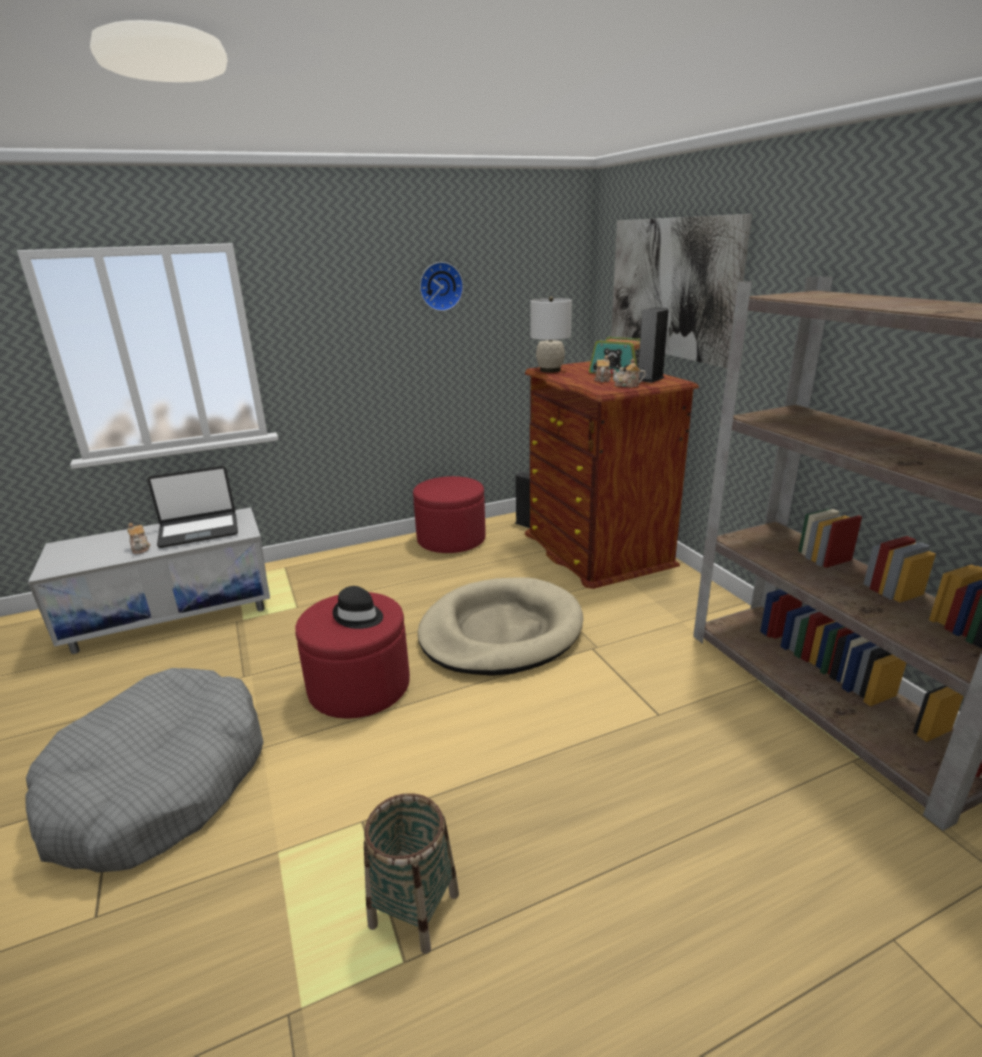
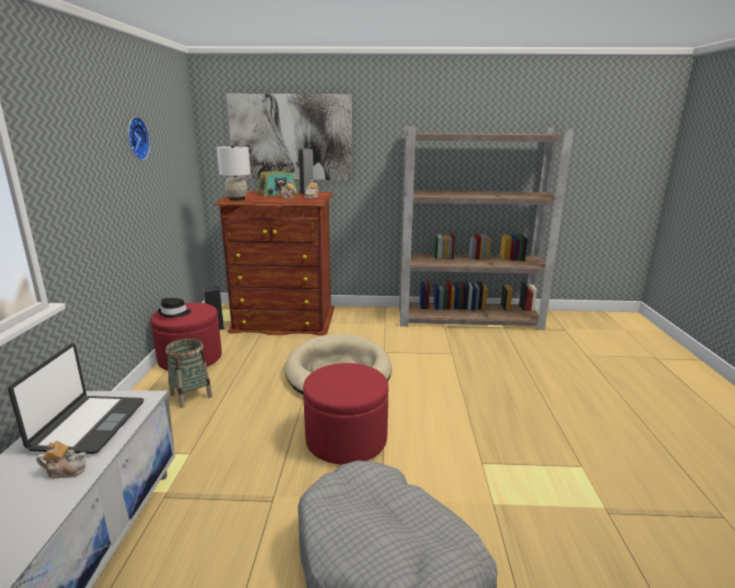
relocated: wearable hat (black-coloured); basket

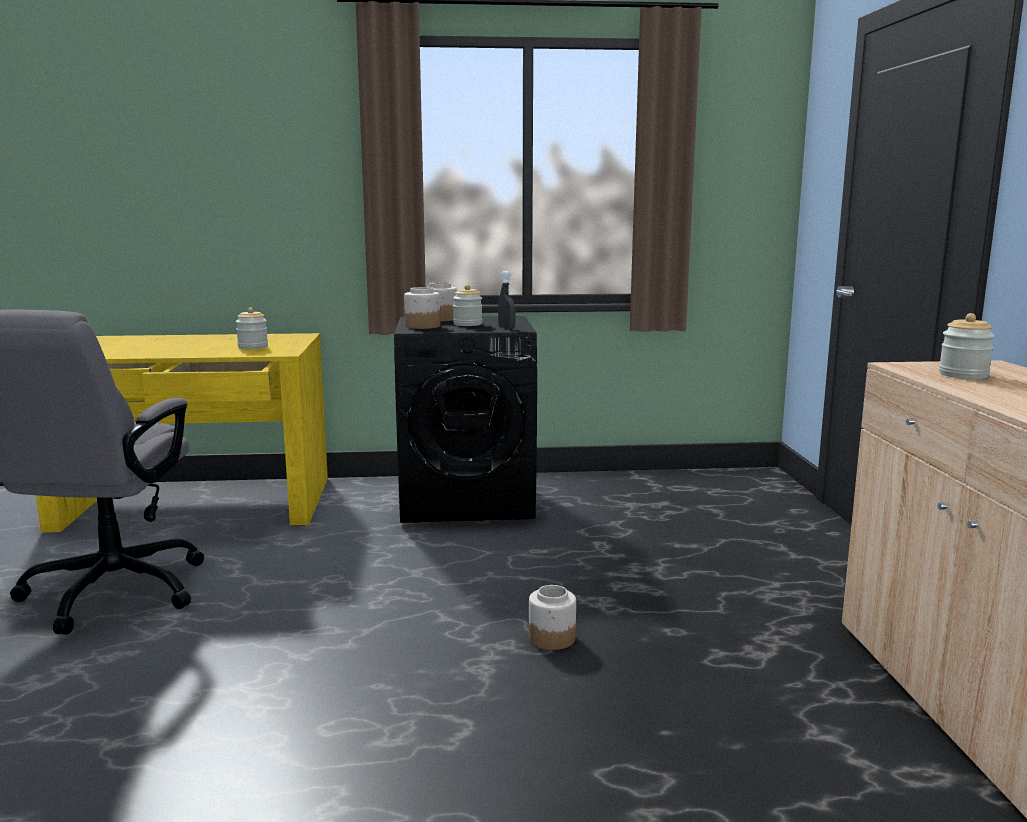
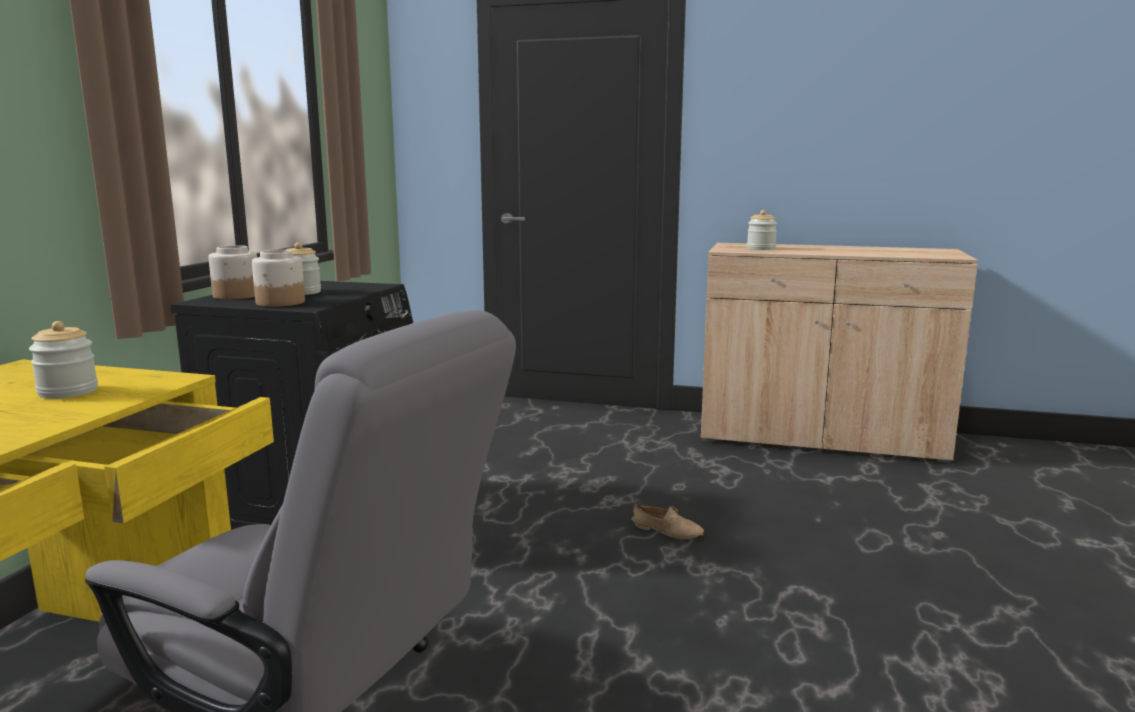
missing: hand sprayer (greyish)
exchanged: preserve jar (no. 5 from left) to shoe (beige)

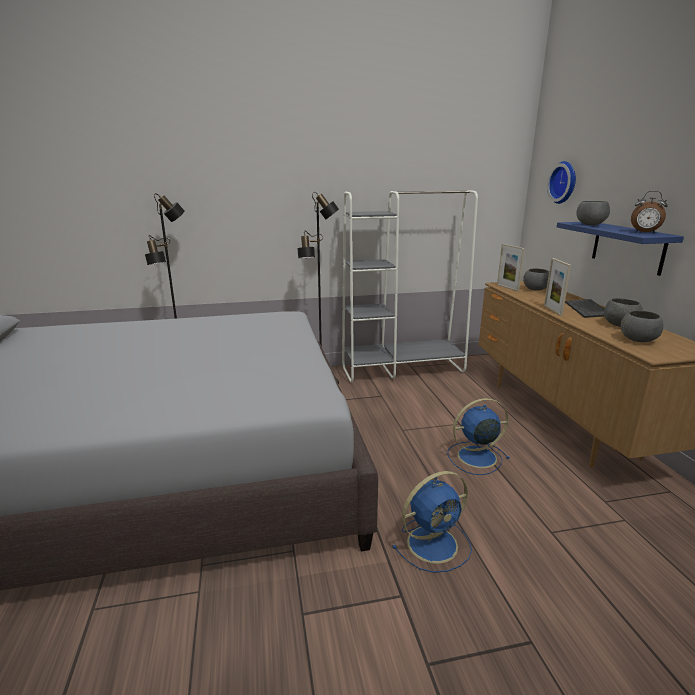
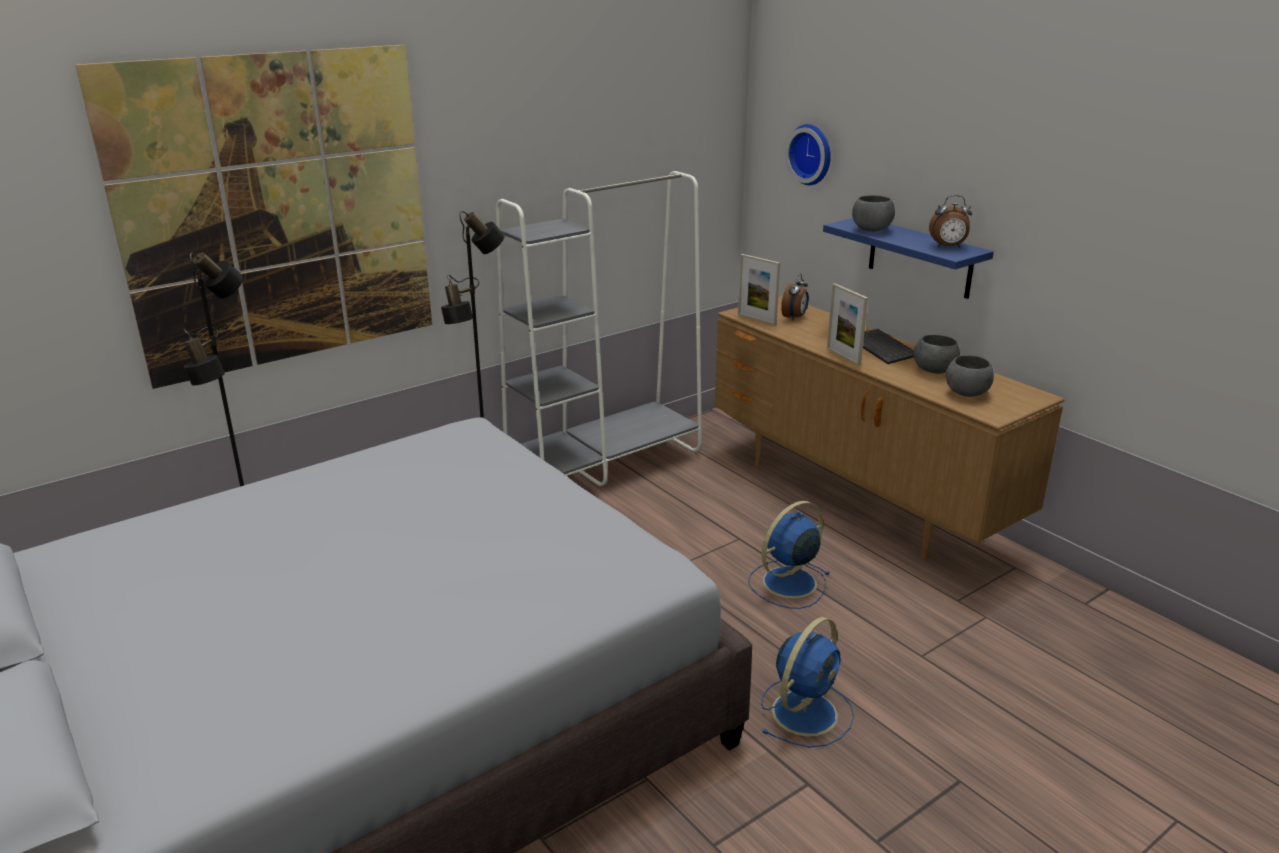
appeared: wall art
exchanged: serving bowl (greyish) (no. 1 from left) to table clock (no. 1 from left)

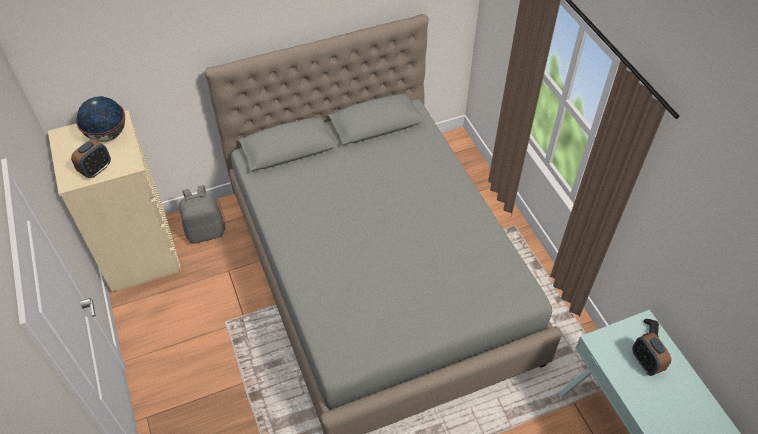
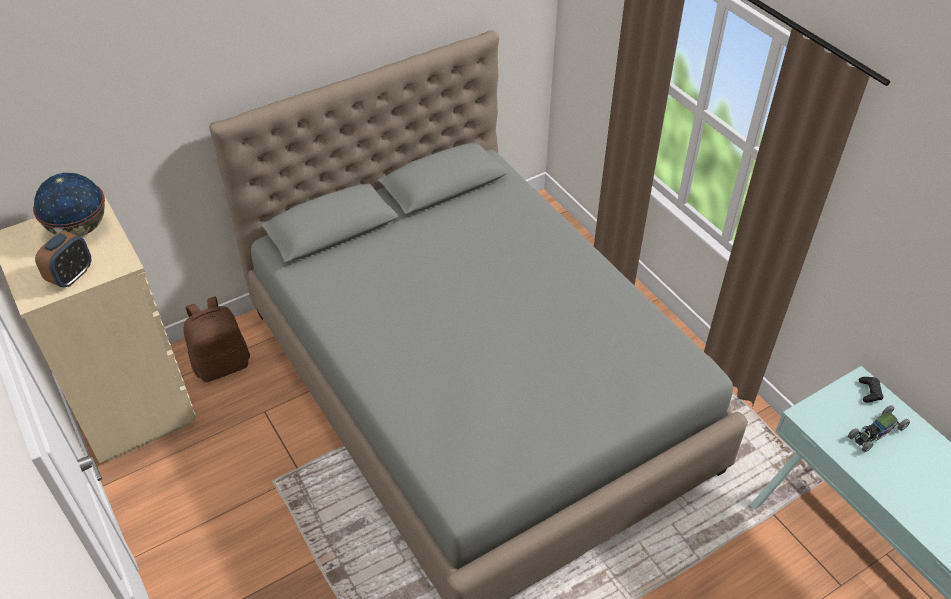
exchanged: table clock (no. 2 from left) to model car
colour: backpack (greyish) to backpack (brown-coloured)

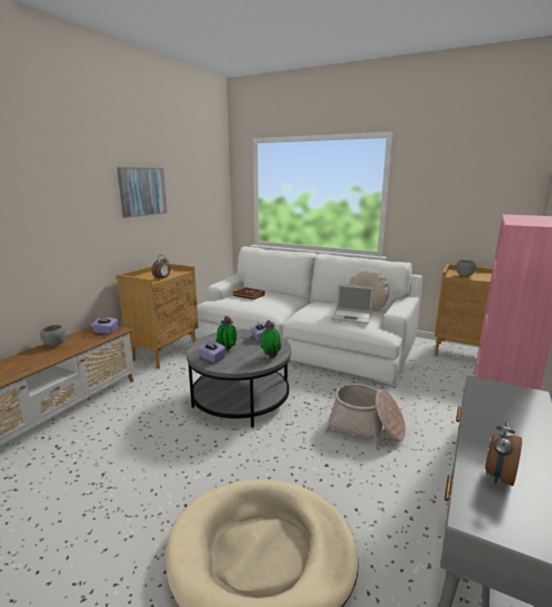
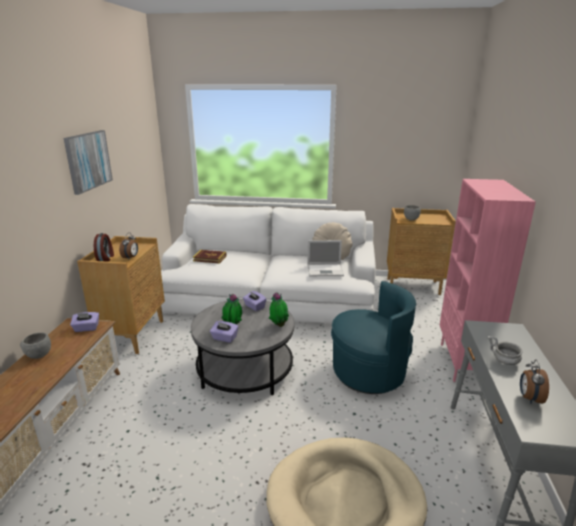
appeared: table clock (no. 1 from left); serving bowl (greyish) (no. 3 from left)
exchanged: basket to lounge chair (turquoise)

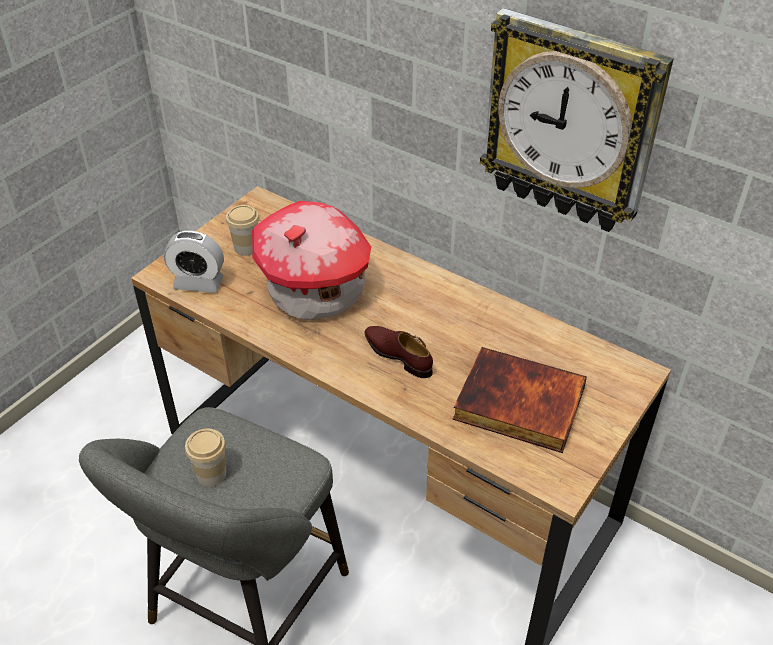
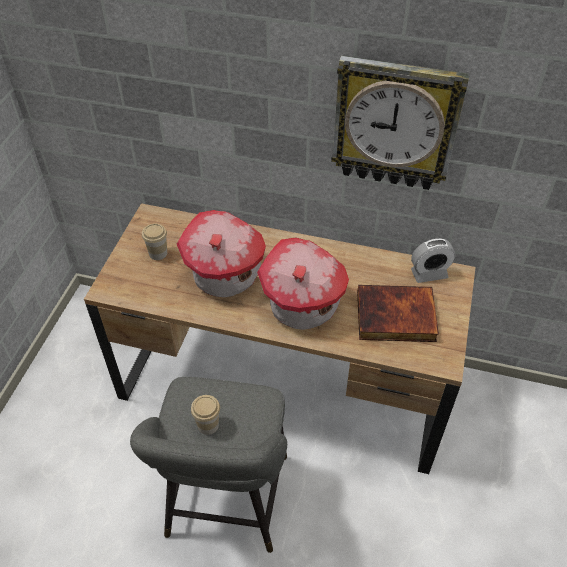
relocated: table clock
exchanged: shoe (brown-coloured) to toy house (no. 2 from left)

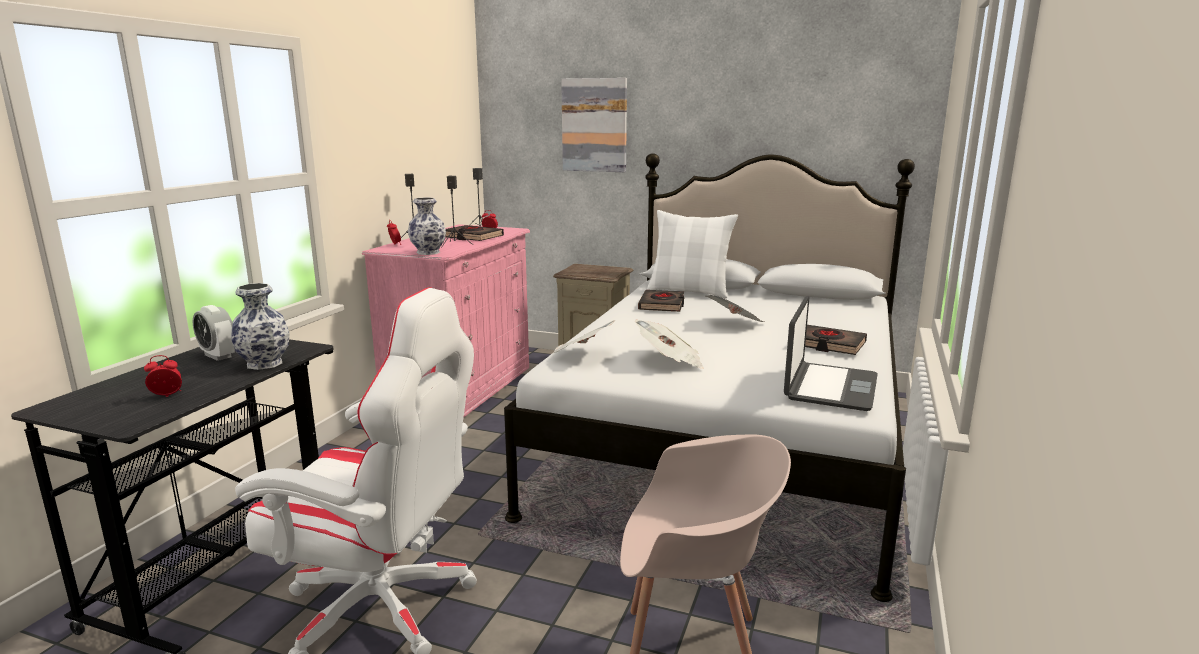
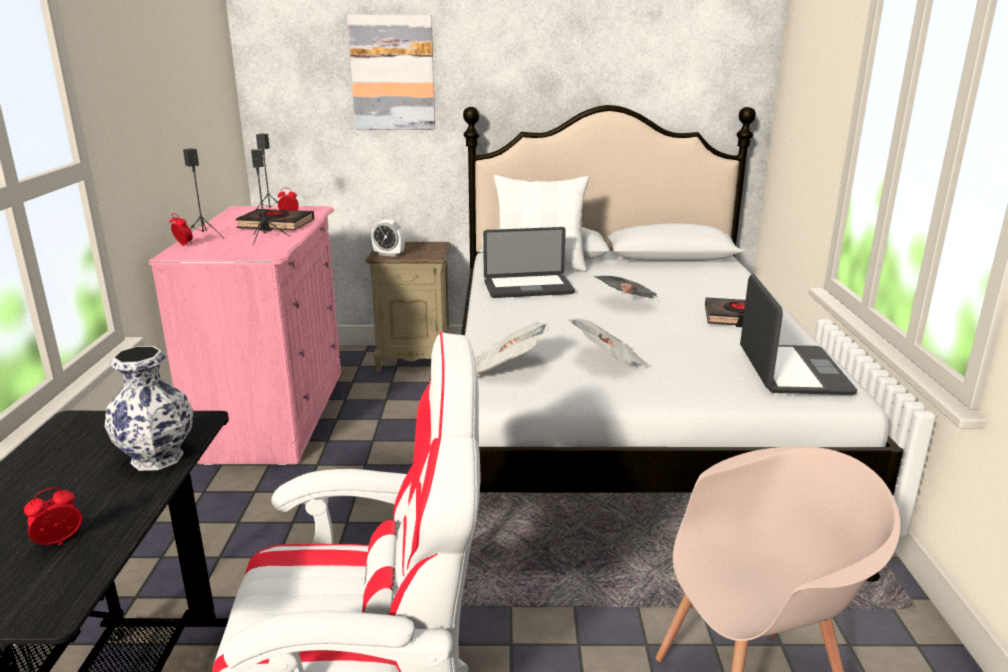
missing: vase (no. 2 from left)
relocated: table clock (no. 2 from left in the first image) to table clock (no. 4 from left)
exchanged: bound book (black-coloured) (no. 2 from left) to notebook computer (no. 1 from left)

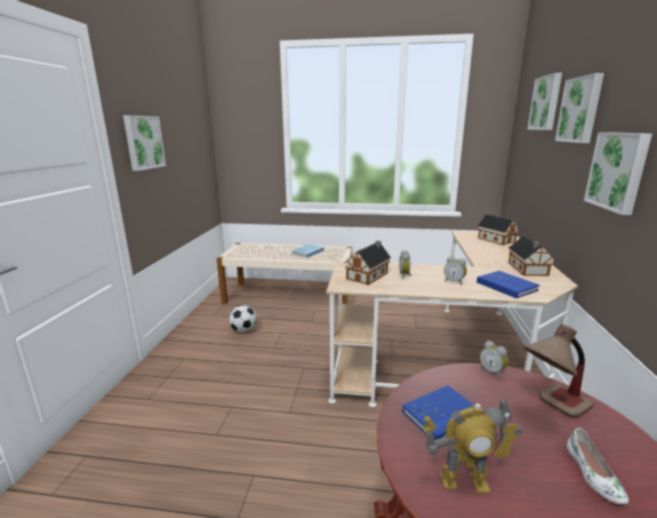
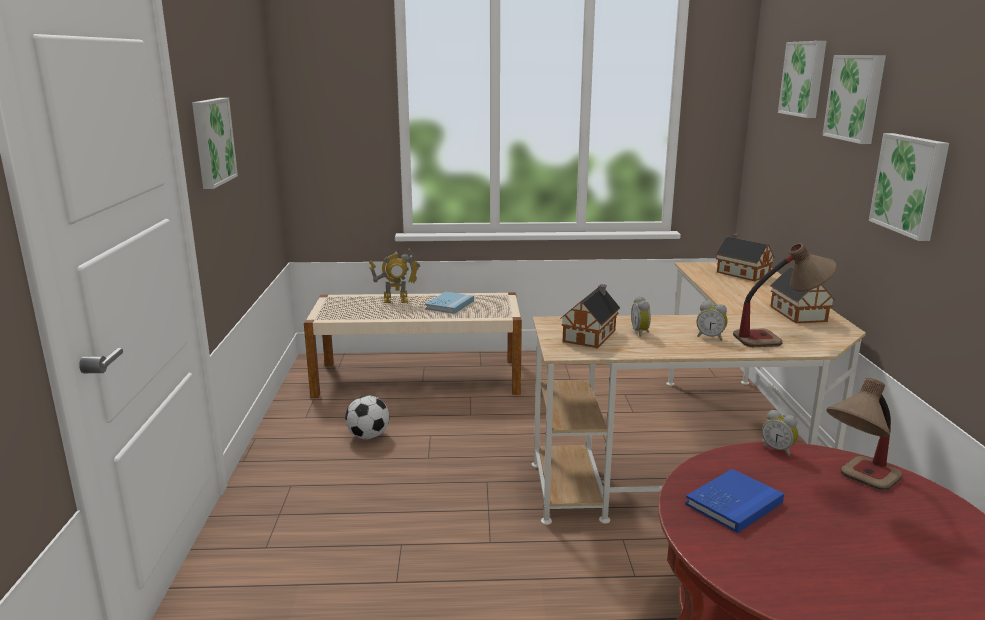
missing: shoe (white-coloured)
relocated: toy robot
exchanged: bound book (bluish) (no. 3 from left) to lamp for a table (no. 1 from left)

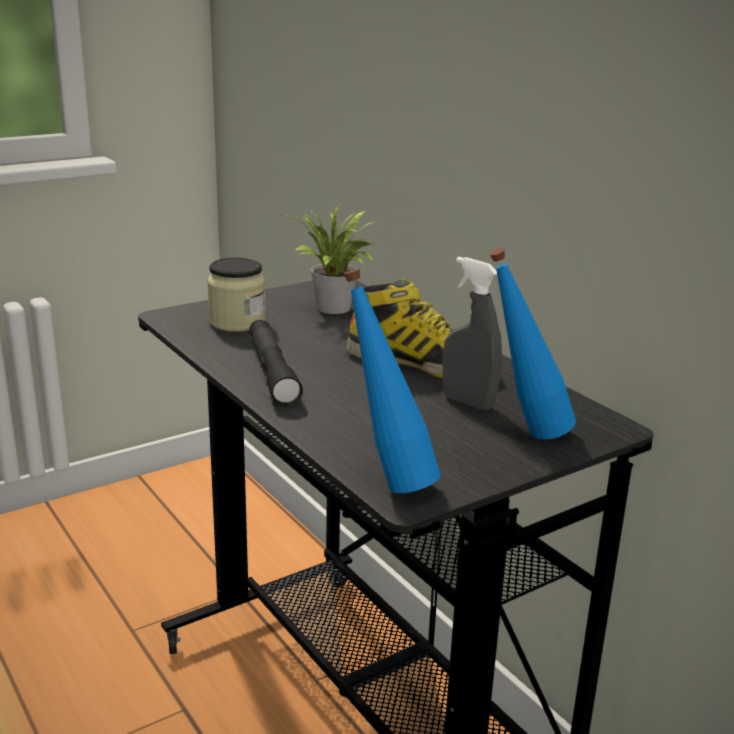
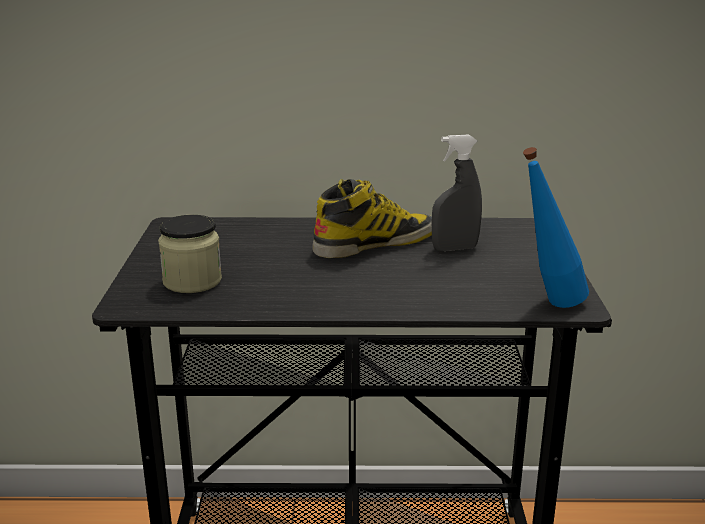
missing: flashlight (black-coloured); potted plant; drink bottle (bluish) (no. 2 from left)

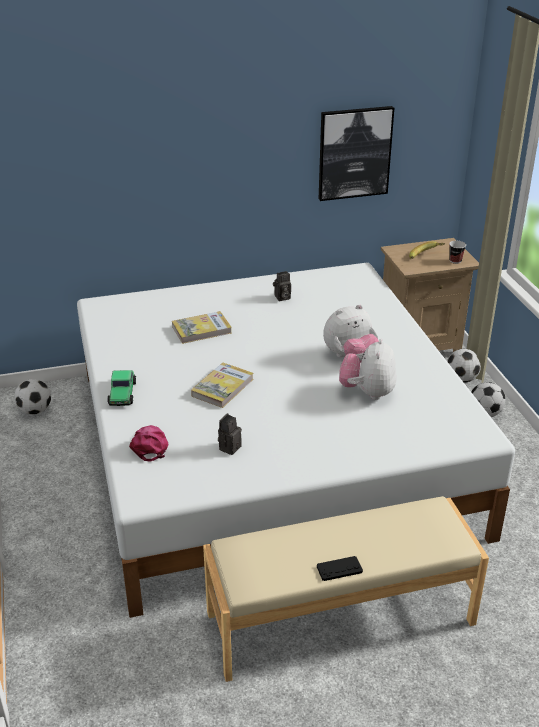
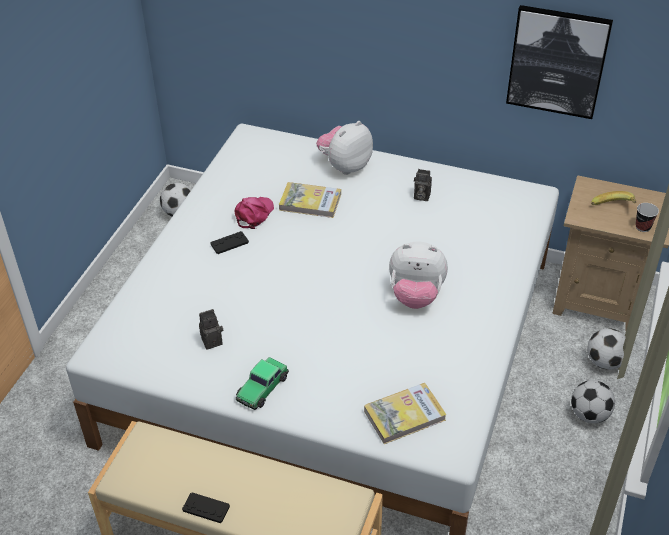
appeared: joypad (black-coloured) (no. 2 from left)
relocated: model car; baseball cap (pink); bound book (no. 2 from left); plush toy (no. 2 from left in the first image) to plush toy (no. 1 from left)

